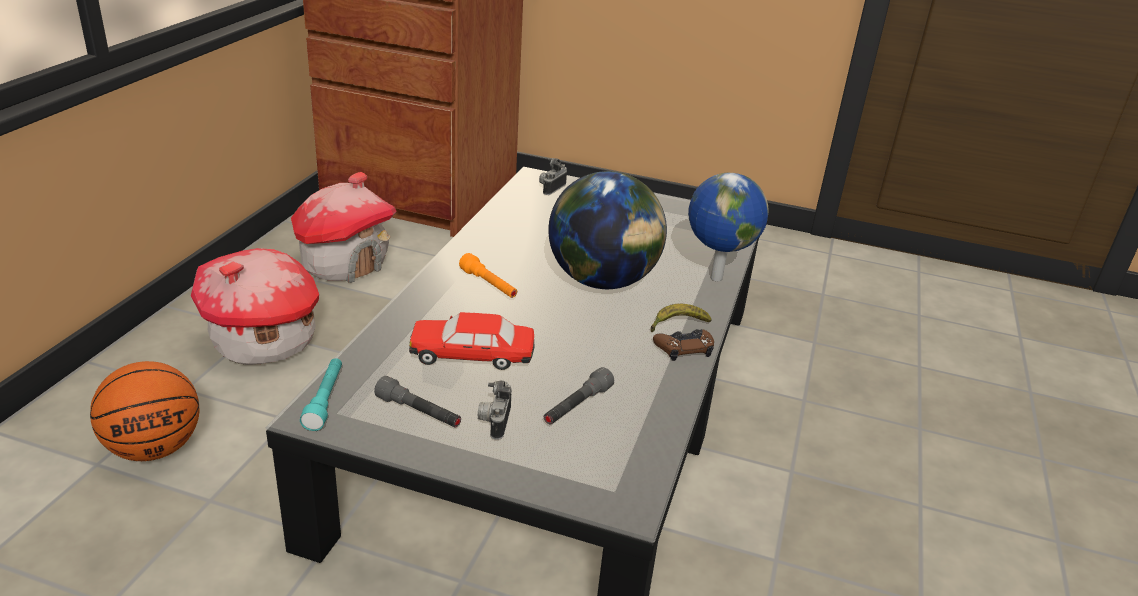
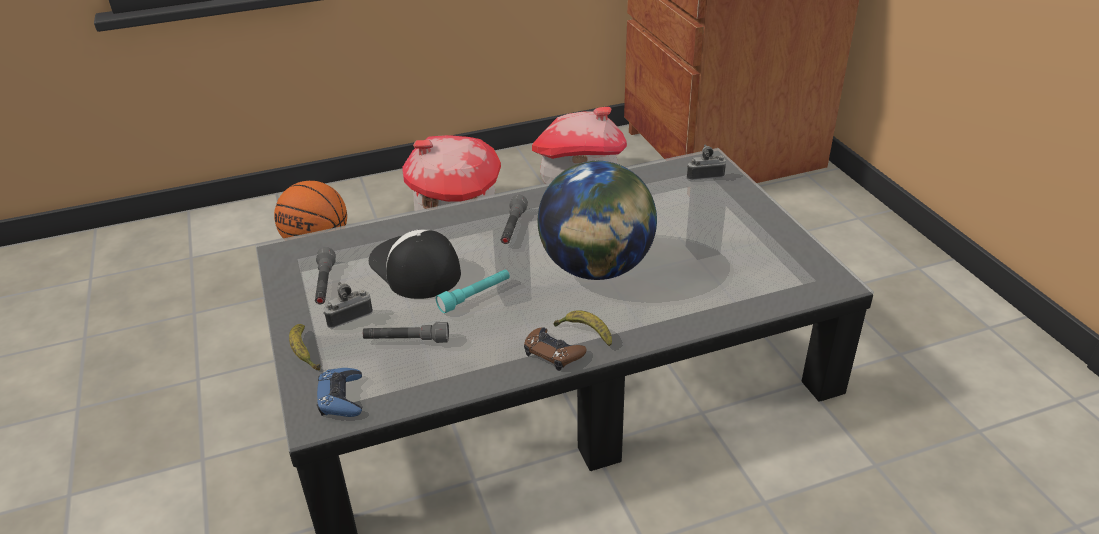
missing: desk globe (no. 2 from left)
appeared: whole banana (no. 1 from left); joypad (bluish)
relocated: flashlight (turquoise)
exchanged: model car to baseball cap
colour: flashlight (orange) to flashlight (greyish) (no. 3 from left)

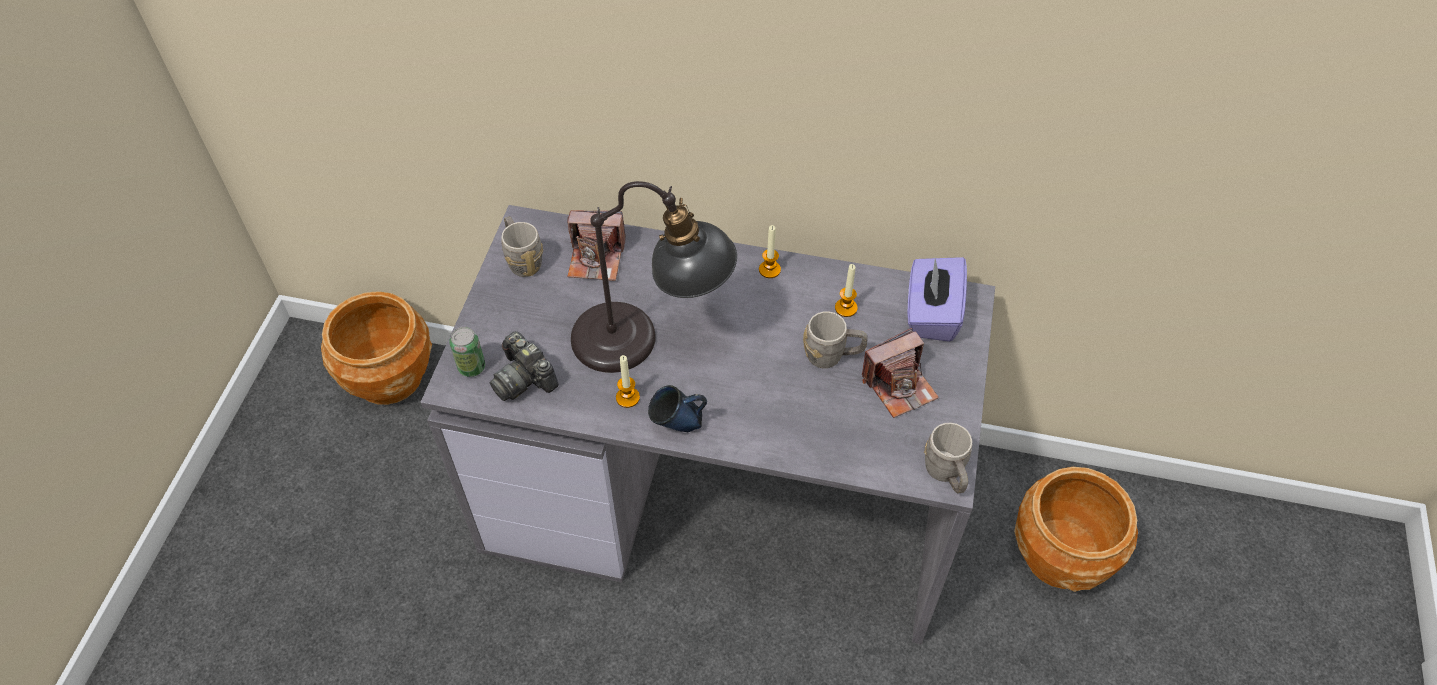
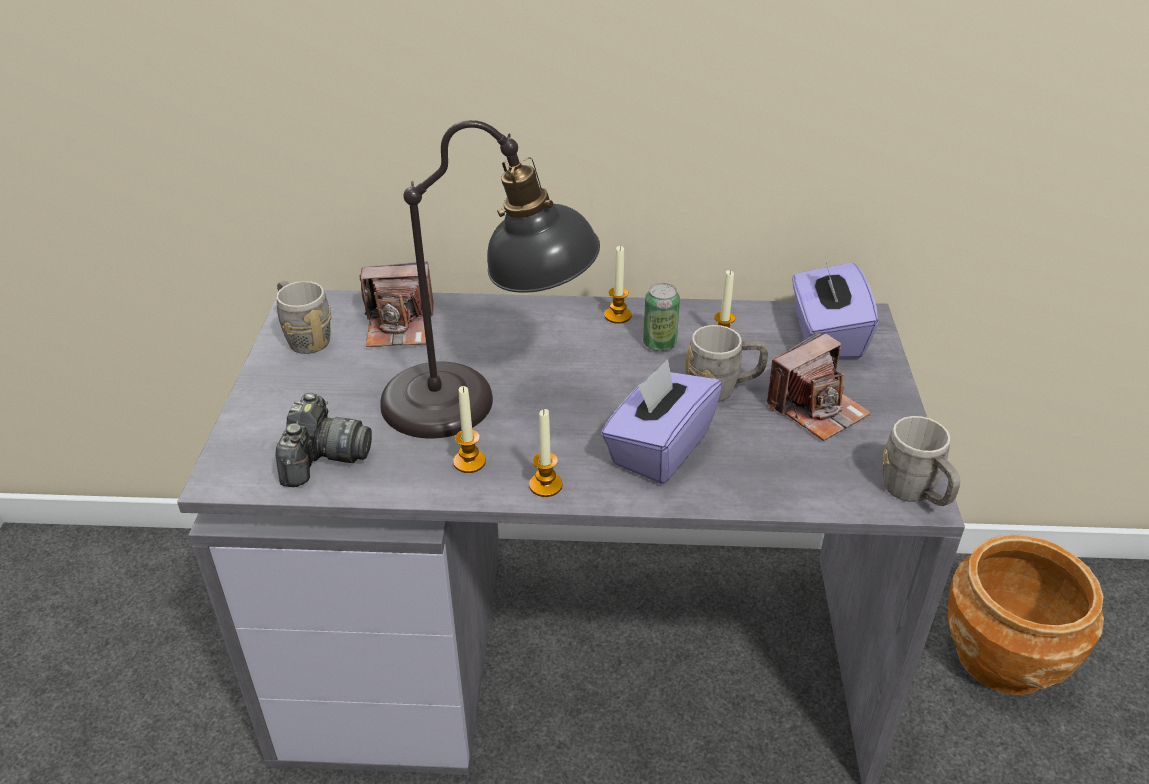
missing: flower pot (brown-coloured) (no. 1 from left)
appeared: tissue holder (purple) (no. 1 from left)
relocated: sealed can
exchanged: coffee mug (bluish) to wax candle (no. 2 from left)
spun: photo camera (no. 1 from left) 120 degrees counterclockwise

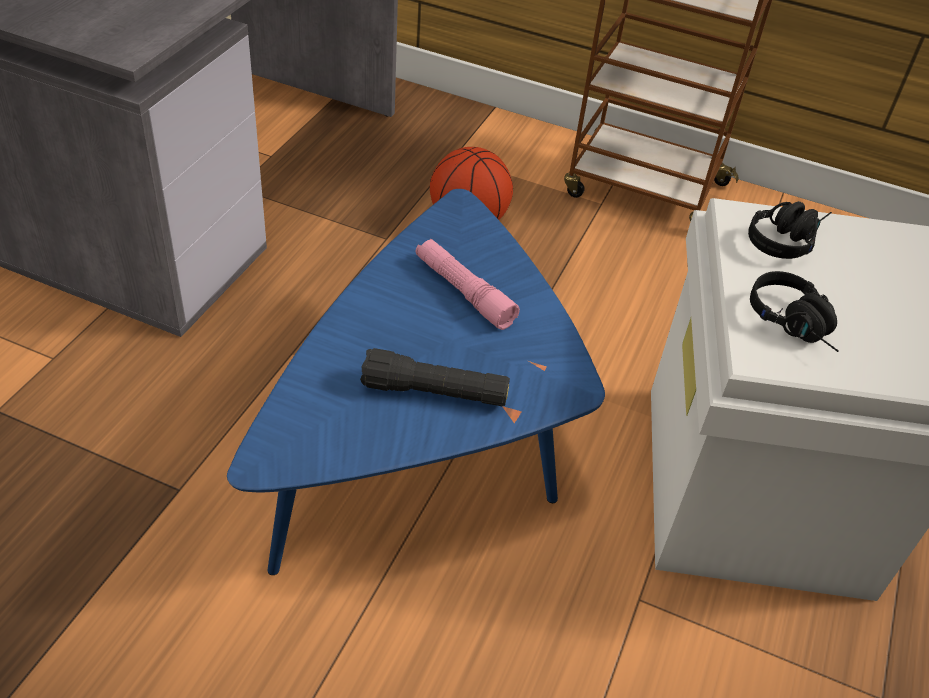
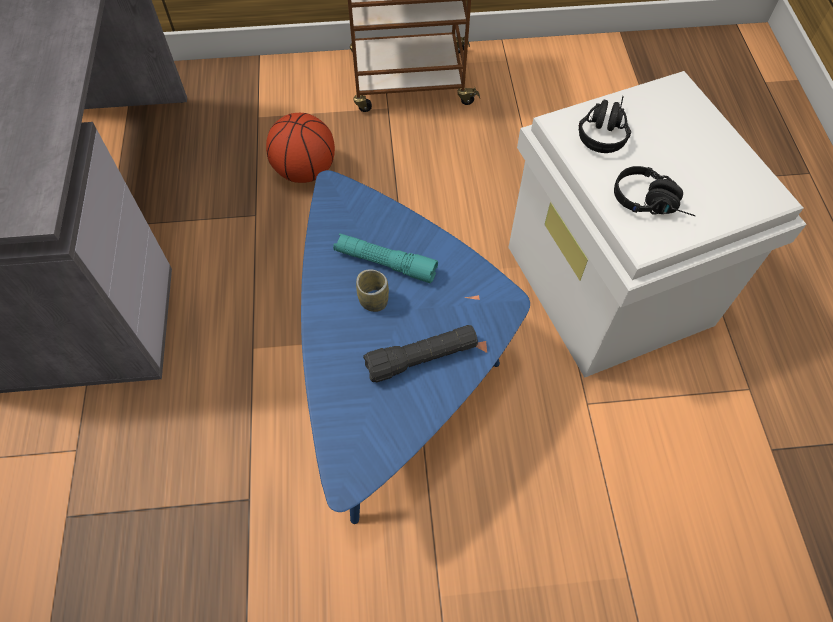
appeared: small cup
colour: flashlight (pink) to flashlight (turquoise)

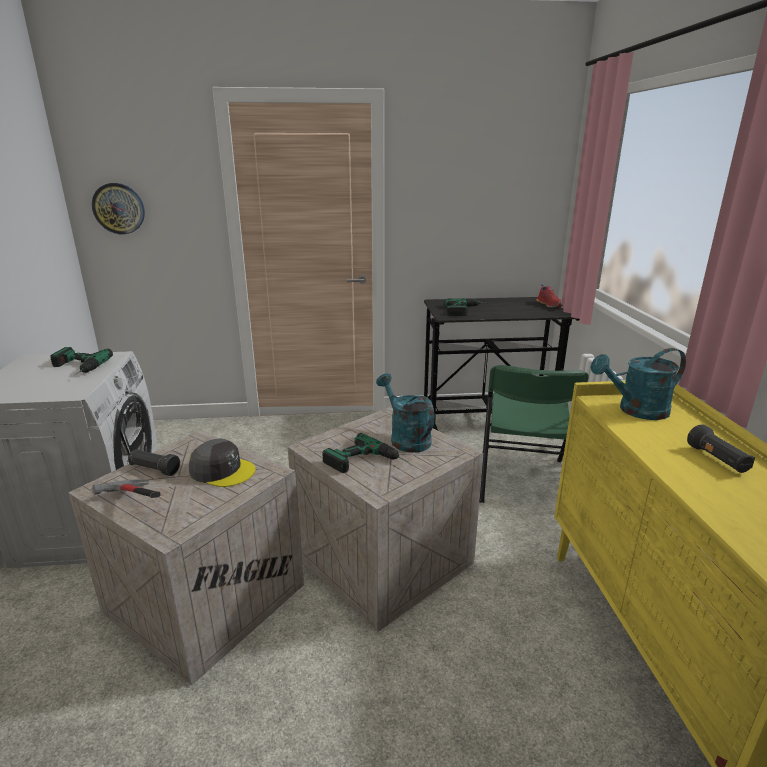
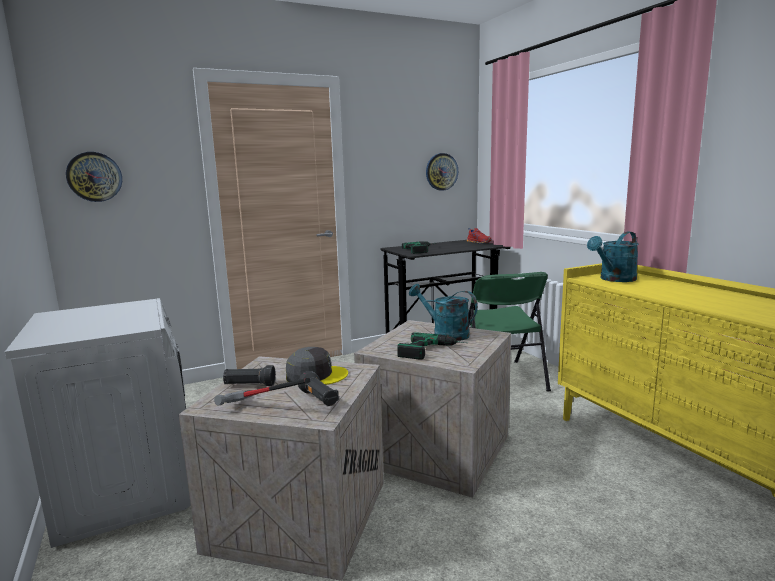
missing: electric drill (no. 1 from left)
appeared: clock on the wall (no. 2 from left)
relocated: flashlight (black-coloured) (no. 2 from left)

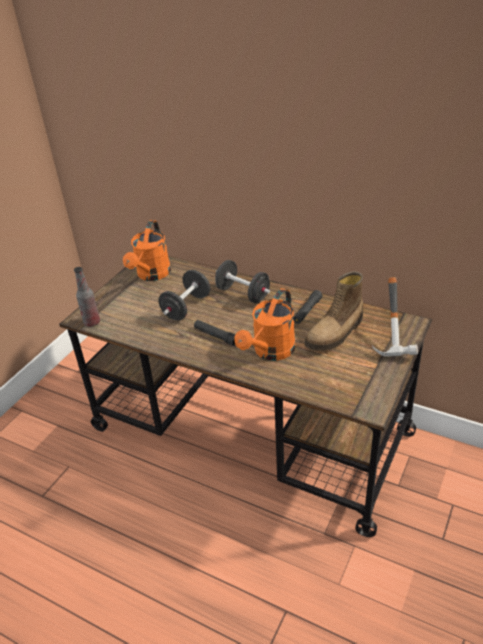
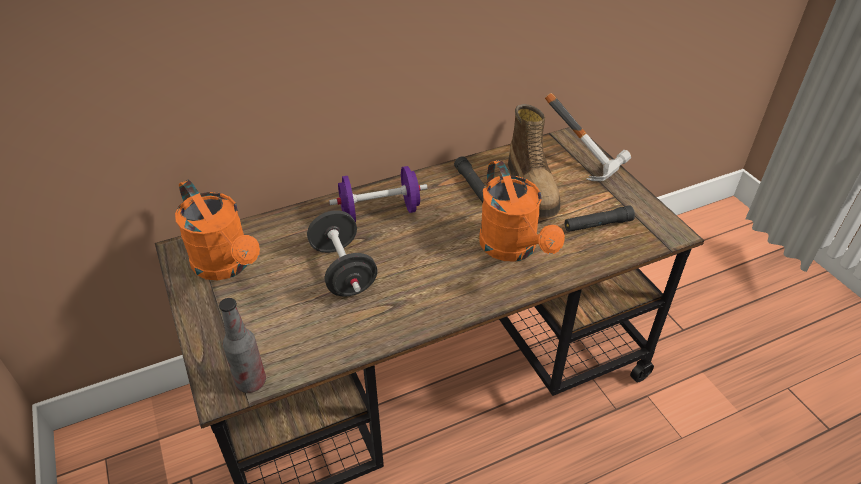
relocated: flashlight (black-coloured) (no. 1 from left in the first image) to flashlight (black-coloured) (no. 2 from left)
colour: dumbbell (black-coloured) (no. 2 from left) to dumbbell (purple)

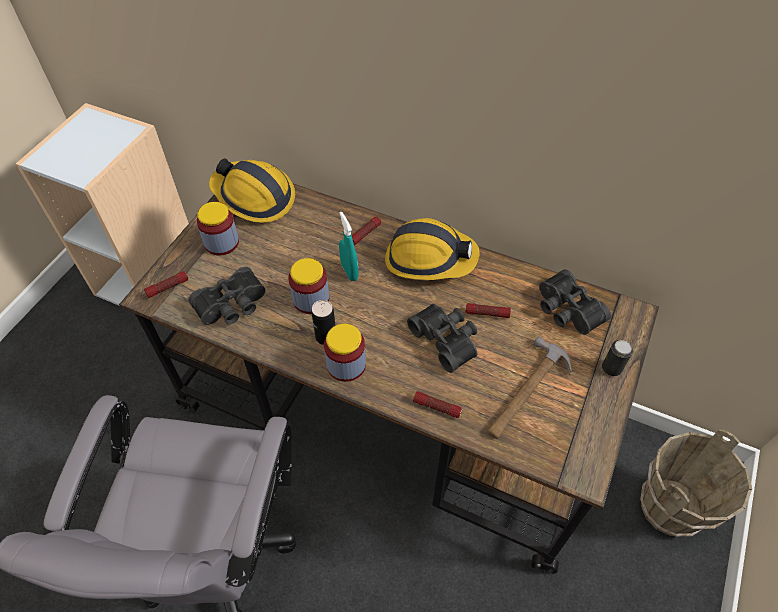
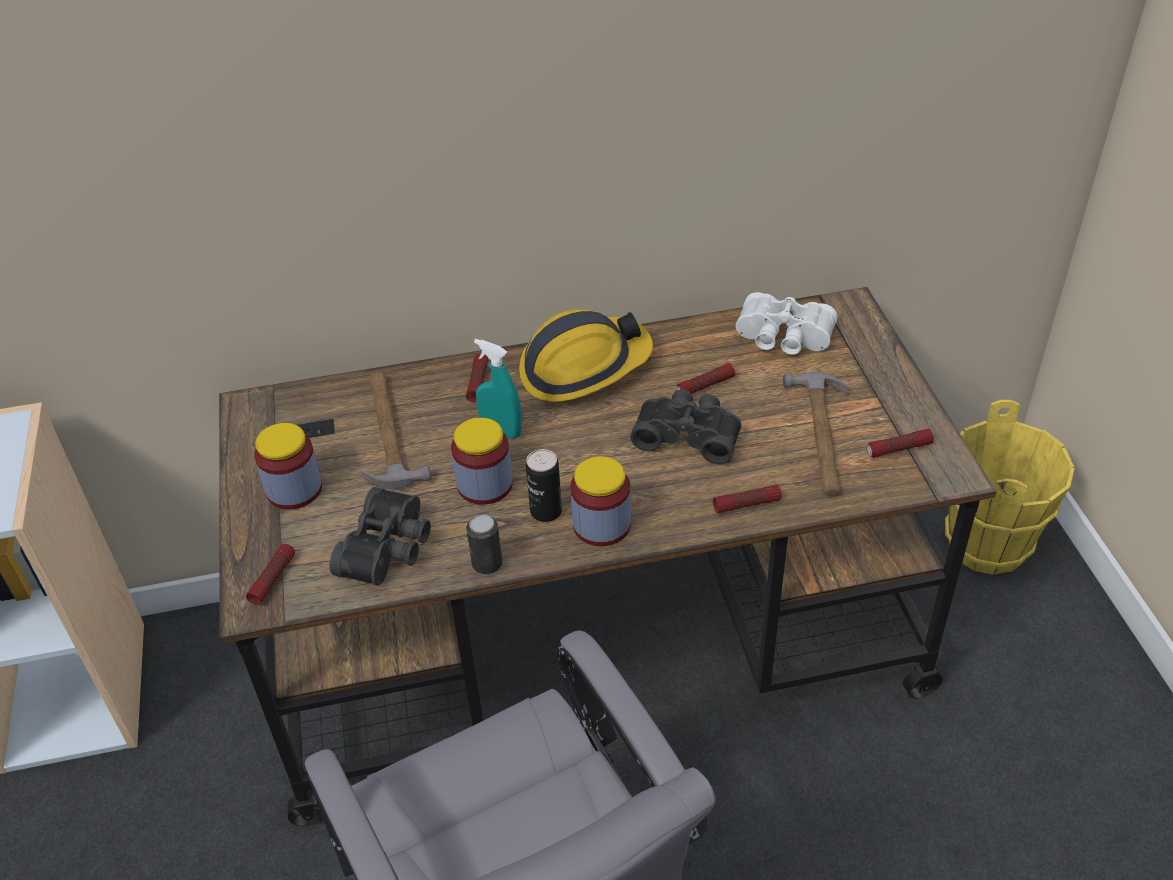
missing: safety helmet (no. 1 from left)
appeared: hand hammer (no. 1 from left); flashlight (no. 5 from left)
relocated: sealed can (no. 2 from left in the first image) to sealed can (no. 1 from left)
colour: field glasses (black-coloured) (no. 3 from left) to field glasses (white-coloured); pail (brown-coloured) to pail (yellow-coloured)

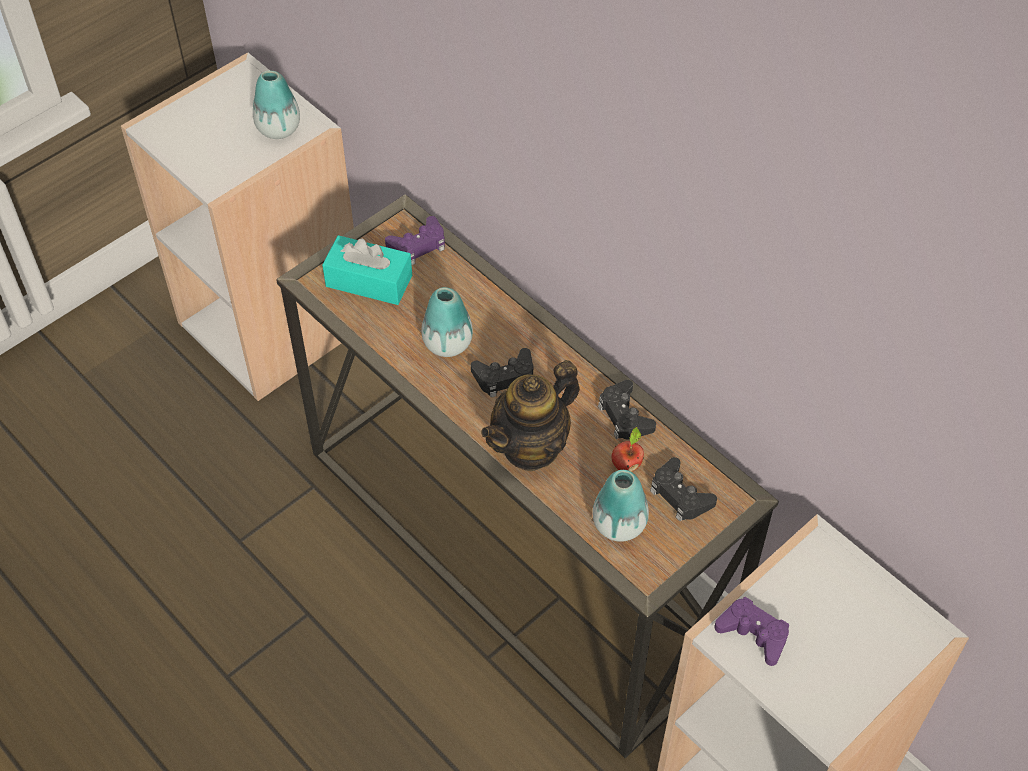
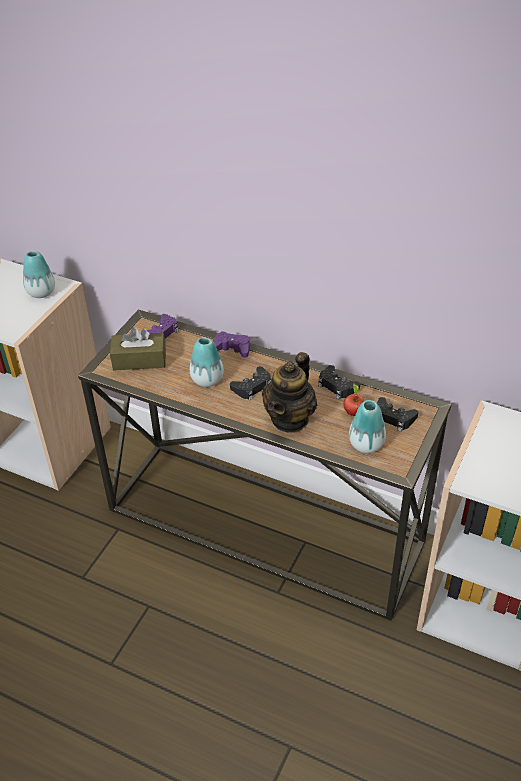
relocated: joypad (purple) (no. 2 from left)
colour: tissue holder (turquoise) to tissue holder (brown-coloured)

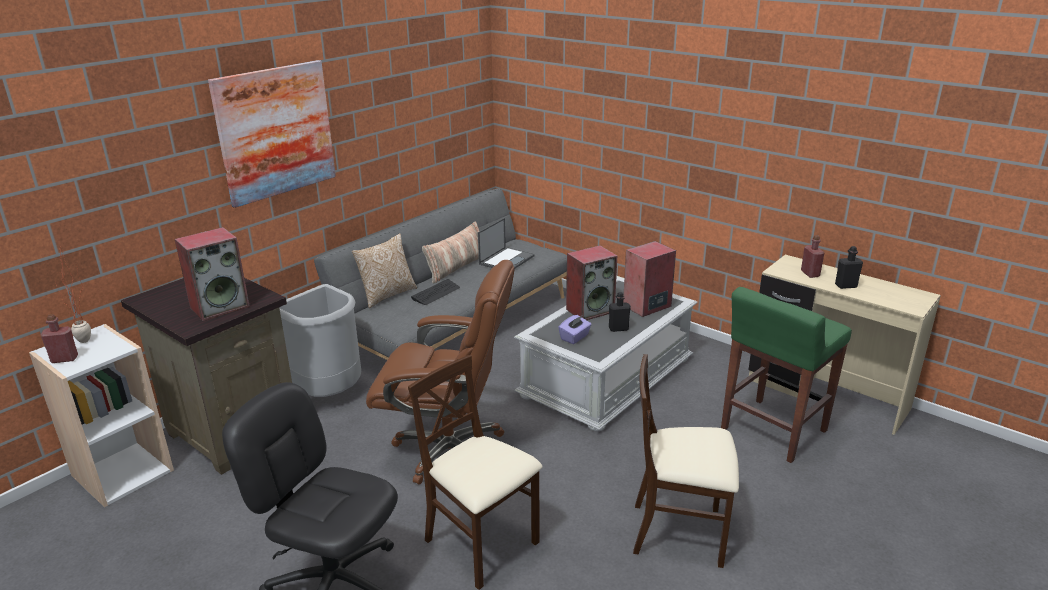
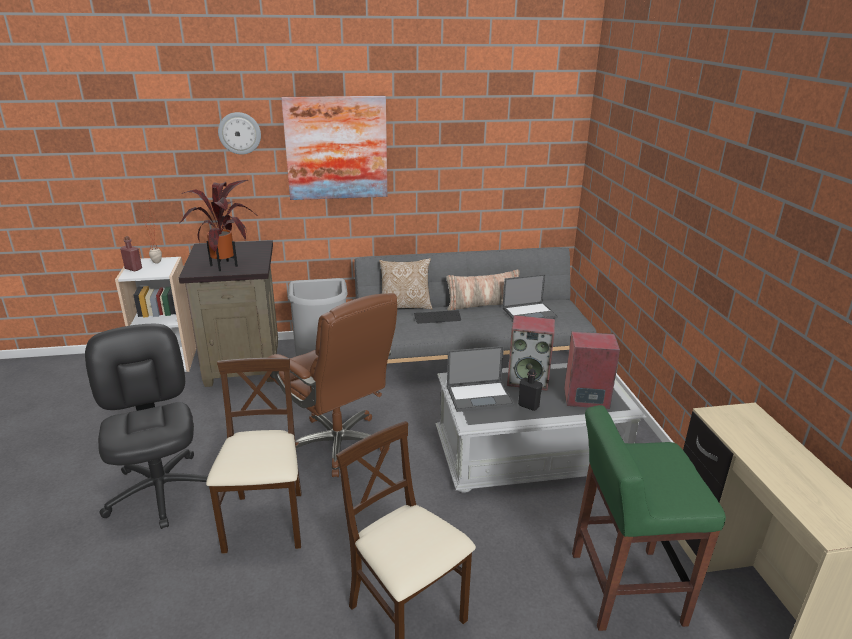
missing: drink bottle (red-coloured) (no. 2 from left); drink bottle (black-coloured) (no. 2 from left)
appeared: clock on the wall
exchanged: loudspeaker (no. 1 from left) to potted plant (no. 2 from left); tissue holder (purple) to notebook computer (no. 1 from left)

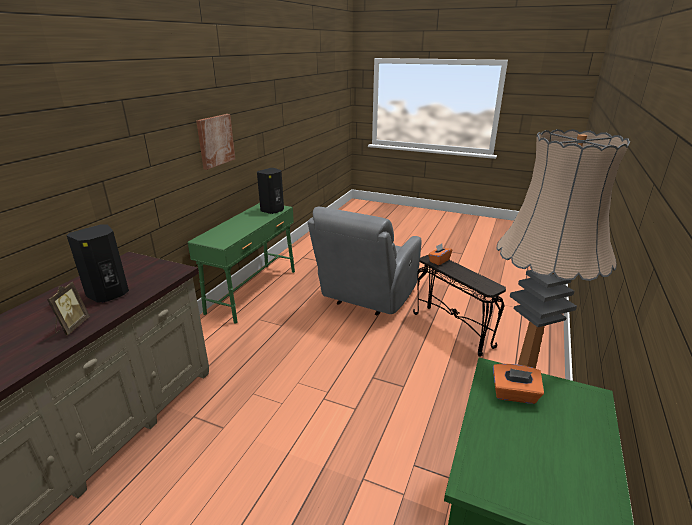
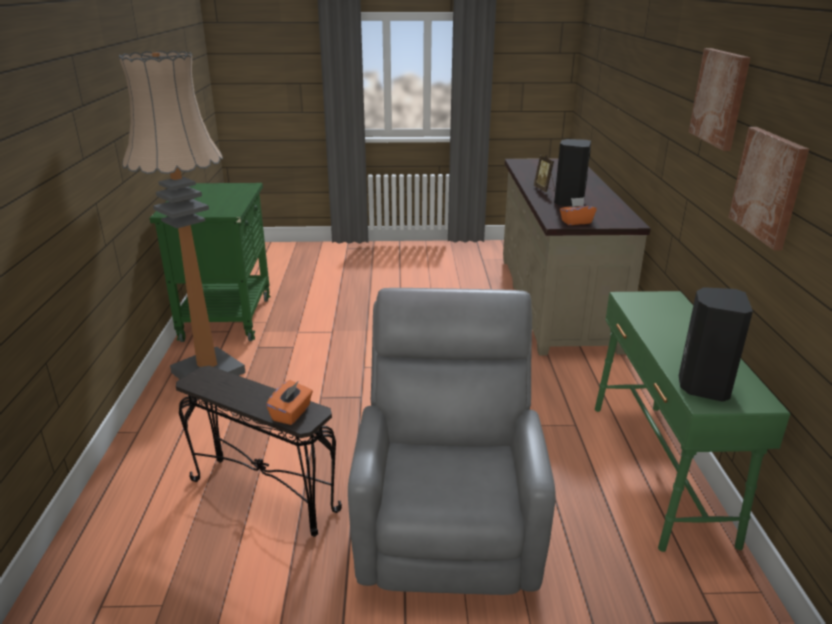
appeared: wall art (no. 1 from left)
relocated: tissue holder (orange) (no. 2 from left)

